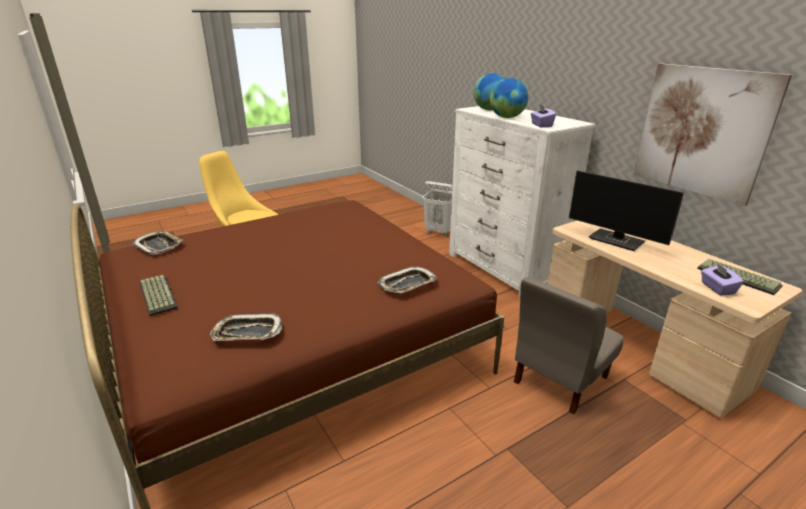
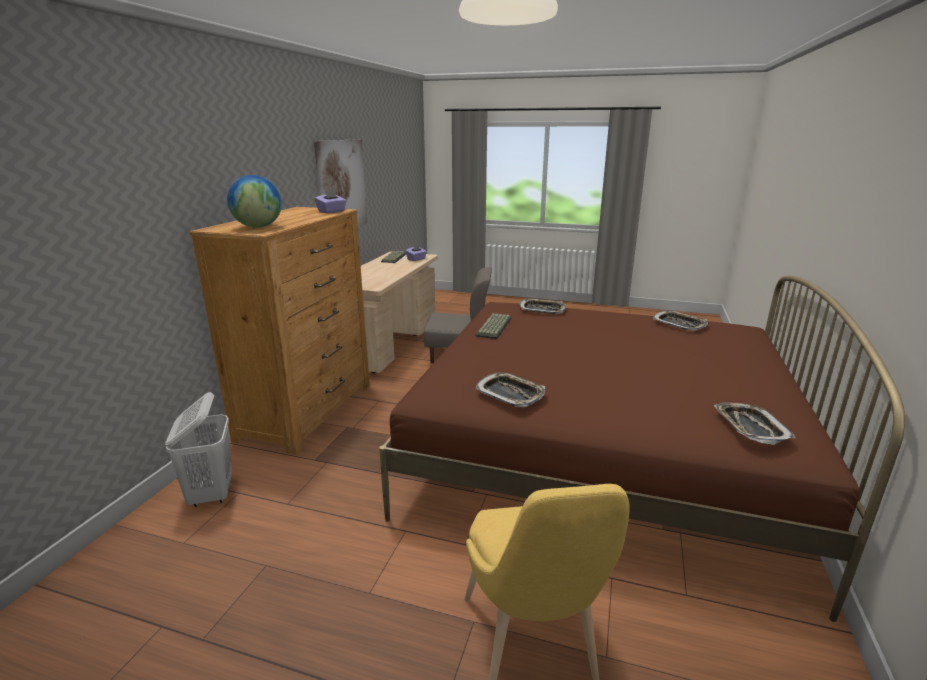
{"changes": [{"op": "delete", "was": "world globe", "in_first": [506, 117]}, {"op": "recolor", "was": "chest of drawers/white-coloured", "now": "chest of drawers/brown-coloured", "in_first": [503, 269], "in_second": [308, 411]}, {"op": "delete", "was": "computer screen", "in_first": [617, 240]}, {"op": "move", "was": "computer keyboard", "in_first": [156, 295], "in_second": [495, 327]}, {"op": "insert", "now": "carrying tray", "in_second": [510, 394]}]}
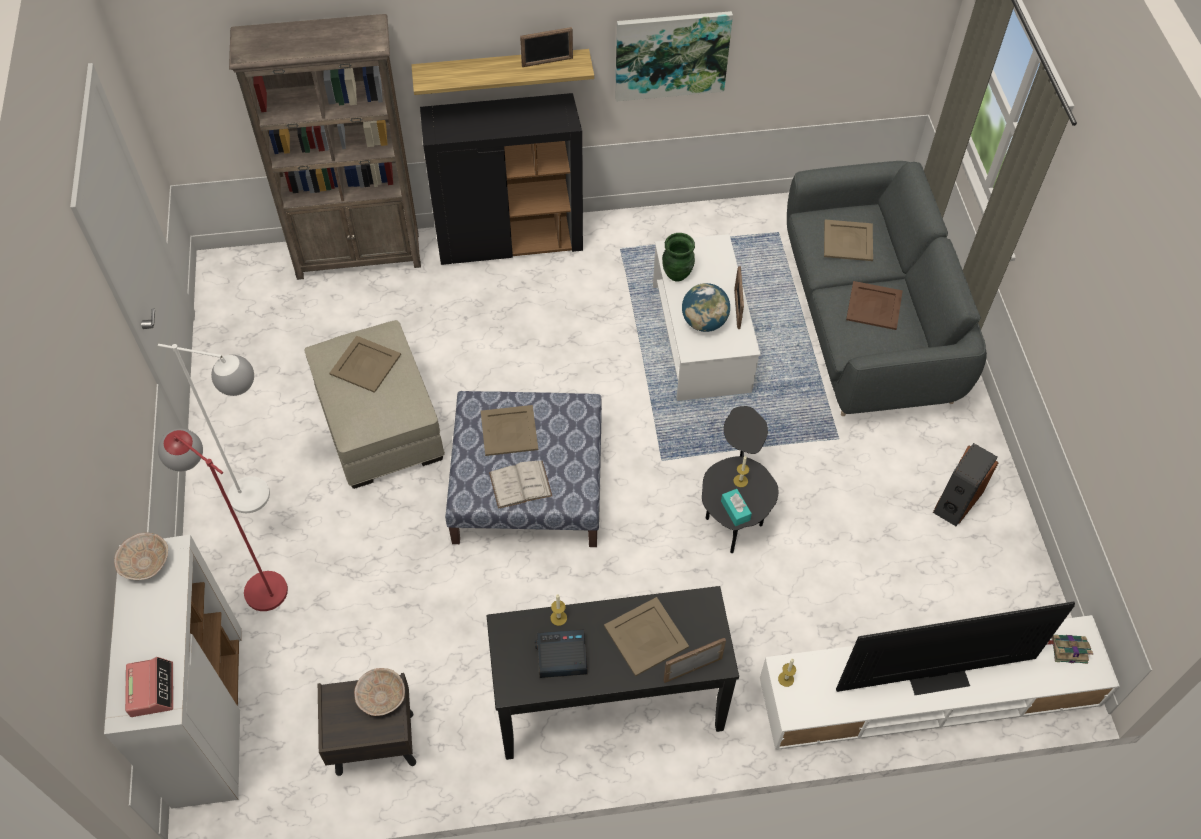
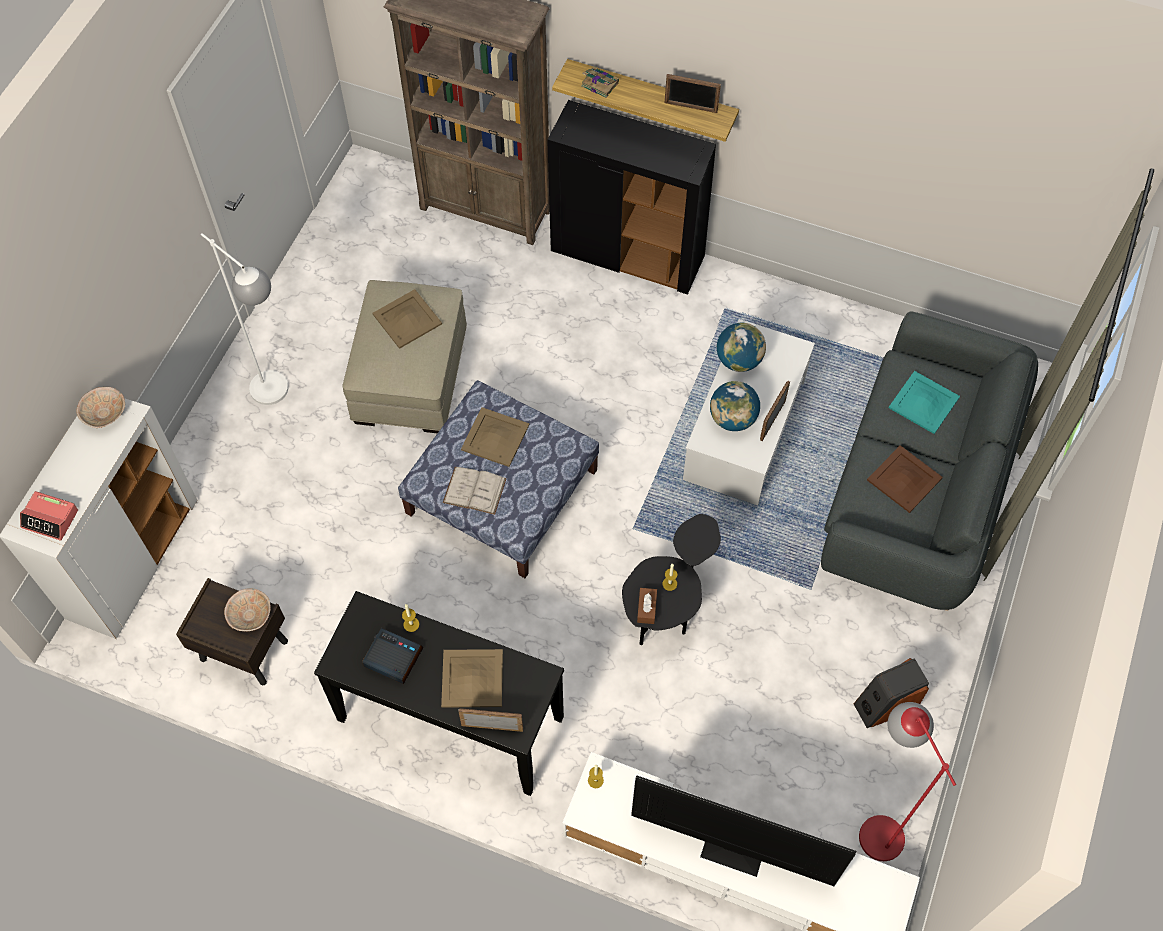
{"changes": [{"op": "delete", "was": "wall picture", "in_first": [671, 55]}, {"op": "recolor", "was": "carrying tray/beige", "now": "carrying tray/turquoise-coloured", "in_first": [848, 241], "in_second": [924, 403]}, {"op": "replace", "was": "vase/green-coloured", "now": "world globe", "in_first": [677, 274], "in_second": [738, 360]}, {"op": "move", "was": "floor lamp/red", "in_first": [255, 583], "in_second": [873, 823]}, {"op": "recolor", "was": "tissue holder/turquoise-coloured", "now": "tissue holder/brown-coloured", "in_first": [735, 510], "in_second": [646, 608]}, {"op": "move", "was": "book", "in_first": [1068, 650], "in_second": [599, 84]}, {"op": "rotate", "was": "bedside clock", "in_first": [151, 689], "in_second": [50, 519], "clockwise": 90}]}
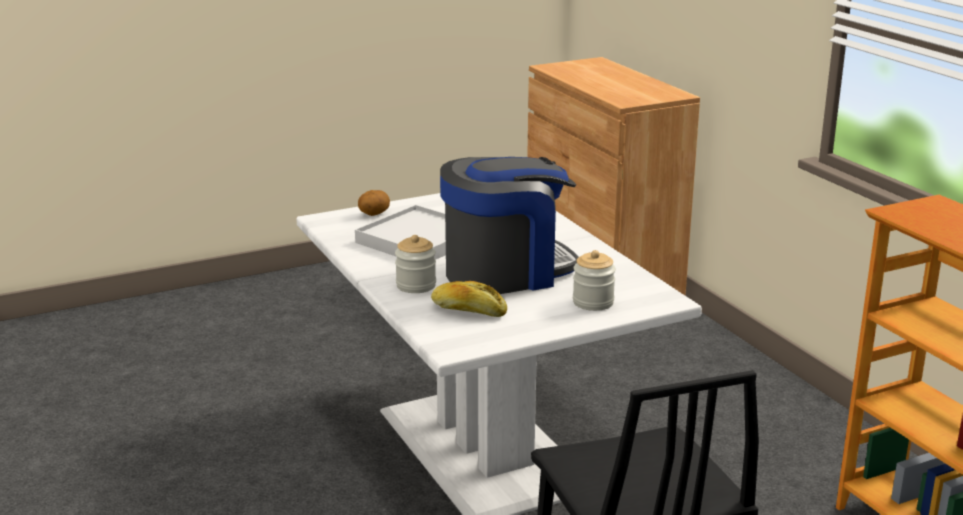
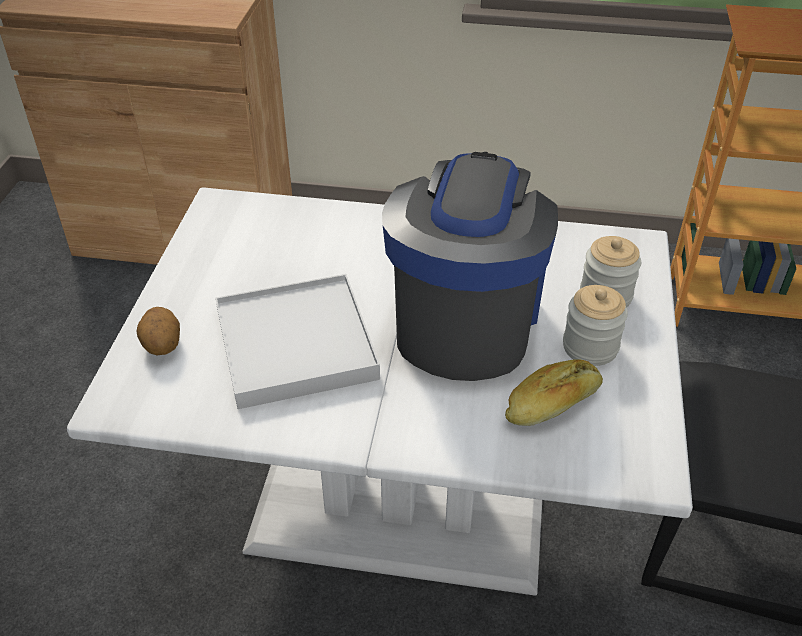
{"changes": [{"op": "move", "was": "storage jar", "in_first": [416, 285], "in_second": [590, 347]}]}
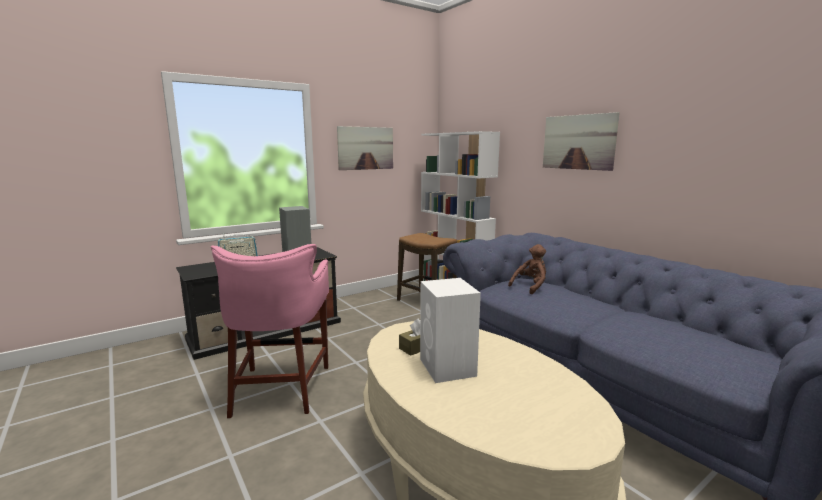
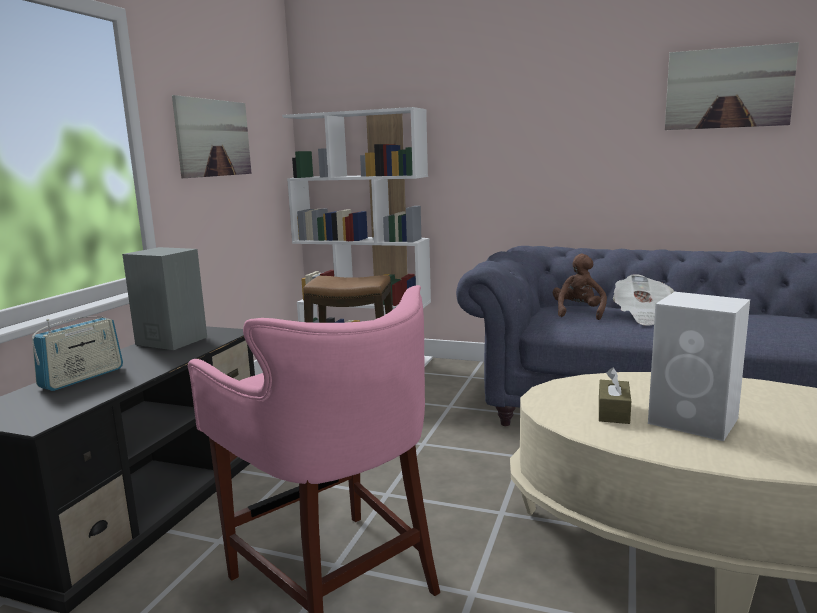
{"changes": [{"op": "move", "was": "wall picture", "in_first": [578, 142], "in_second": [728, 88]}, {"op": "insert", "now": "newspaper", "in_second": [644, 317]}]}
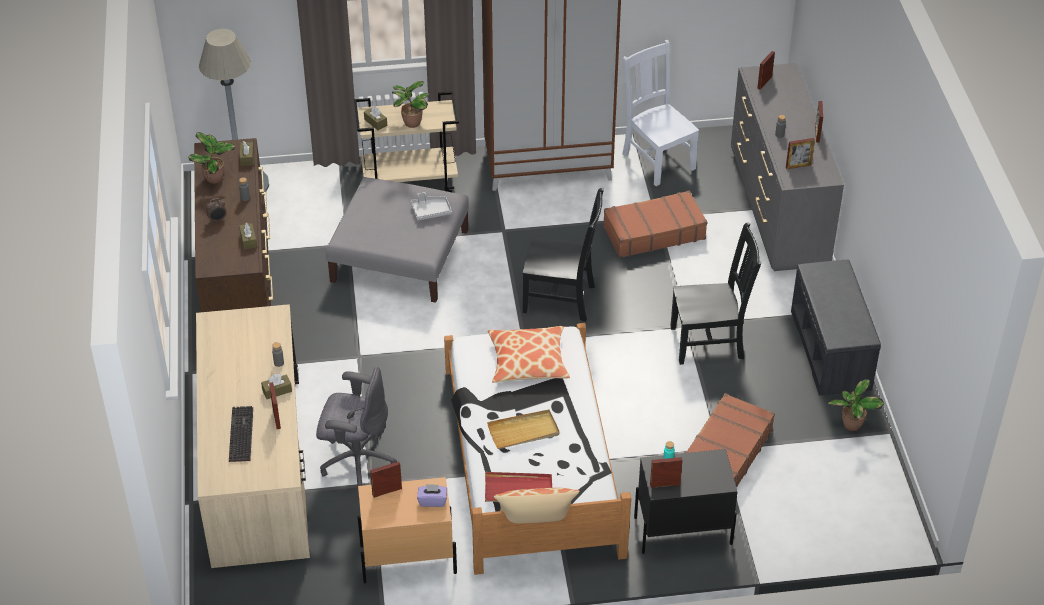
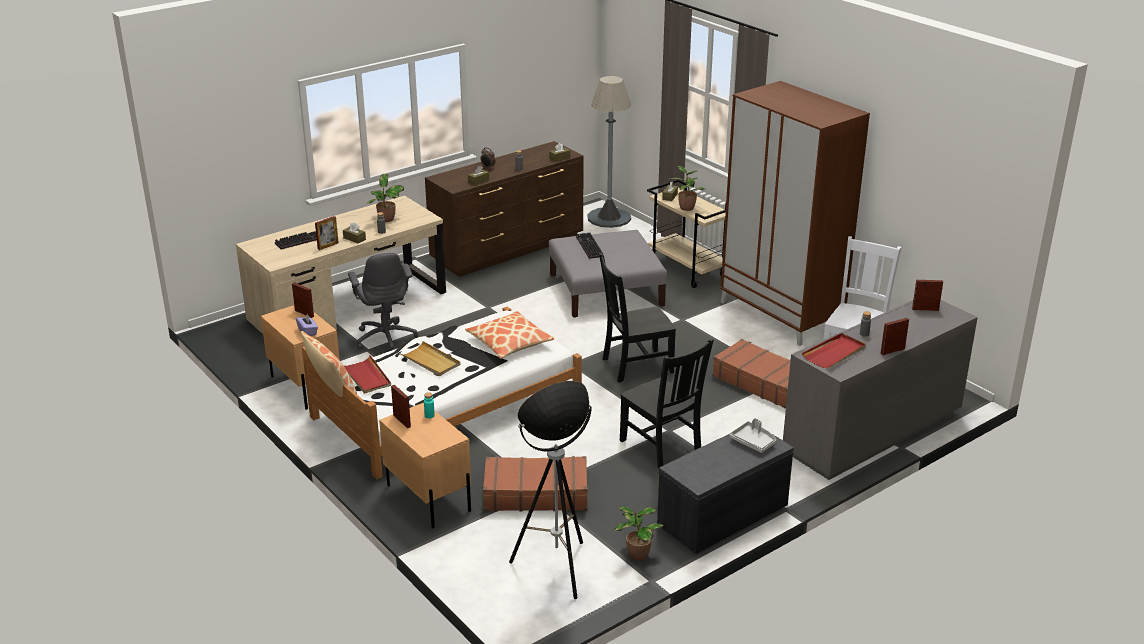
{"changes": [{"op": "move", "was": "potted plant", "in_first": [215, 178], "in_second": [387, 219]}, {"op": "replace", "was": "photo frame", "now": "carrying tray/red", "in_first": [798, 166], "in_second": [834, 353]}, {"op": "rotate", "was": "chair/black", "in_first": [561, 299], "in_second": [635, 366], "clockwise": 90}, {"op": "move", "was": "carrying tray/gray", "in_first": [431, 211], "in_second": [753, 442]}, {"op": "recolor", "was": "night table/black", "now": "night table/beige", "in_first": [682, 530], "in_second": [428, 497]}, {"op": "insert", "now": "computer keyboard", "in_second": [588, 246]}, {"op": "insert", "now": "floor lamp", "in_second": [556, 569]}]}
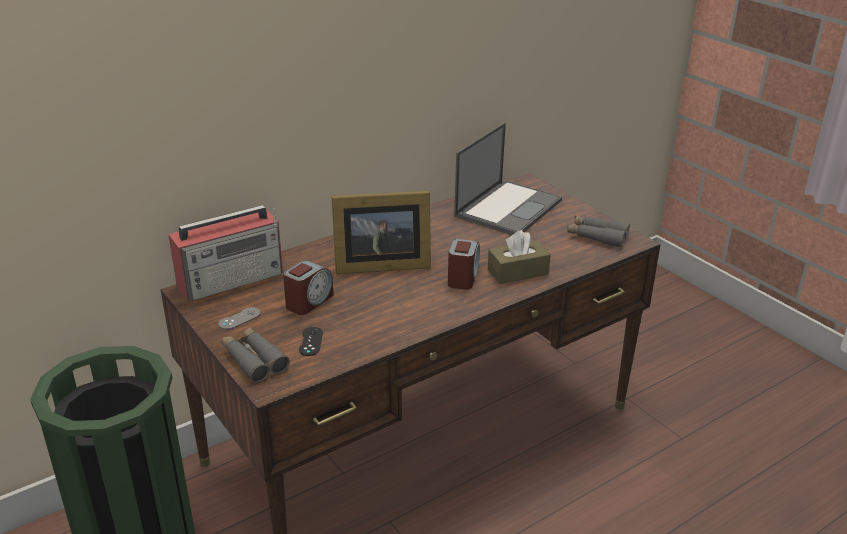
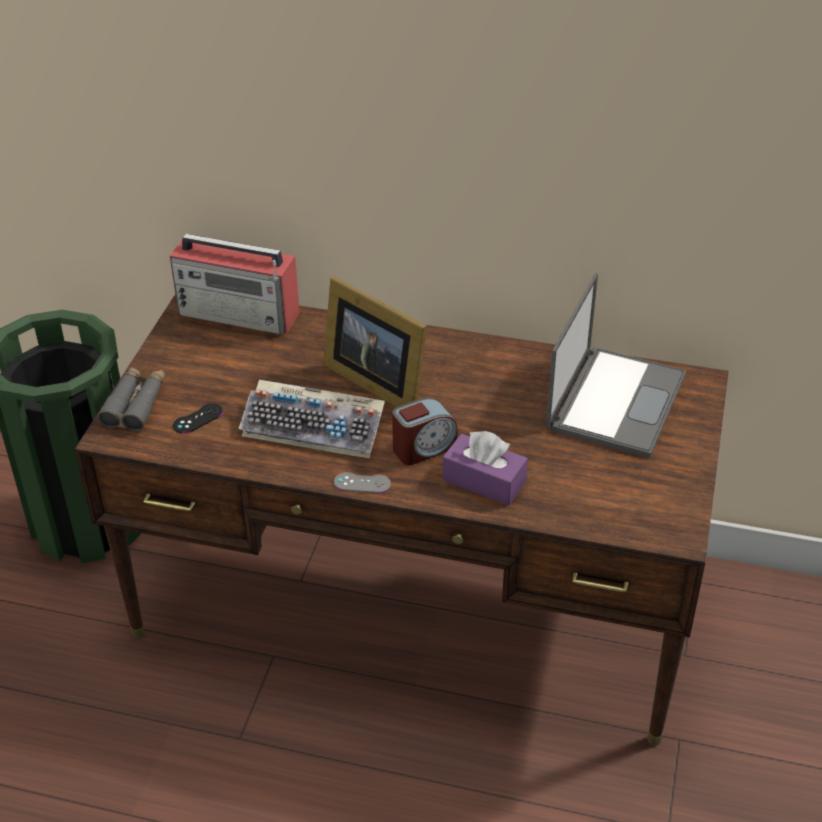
{"changes": [{"op": "rotate", "was": "portable computer", "in_first": [508, 207], "in_second": [616, 400], "clockwise": -60}, {"op": "delete", "was": "pair of binoculars/gray", "in_first": [597, 236]}, {"op": "recolor", "was": "tissue holder/brown-coloured", "now": "tissue holder/purple-coloured", "in_first": [518, 272], "in_second": [484, 480]}, {"op": "delete", "was": "bedside clock", "in_first": [309, 301]}, {"op": "move", "was": "gamepad/gray", "in_first": [239, 318], "in_second": [362, 483]}, {"op": "insert", "now": "computer keyboard", "in_second": [315, 427]}]}
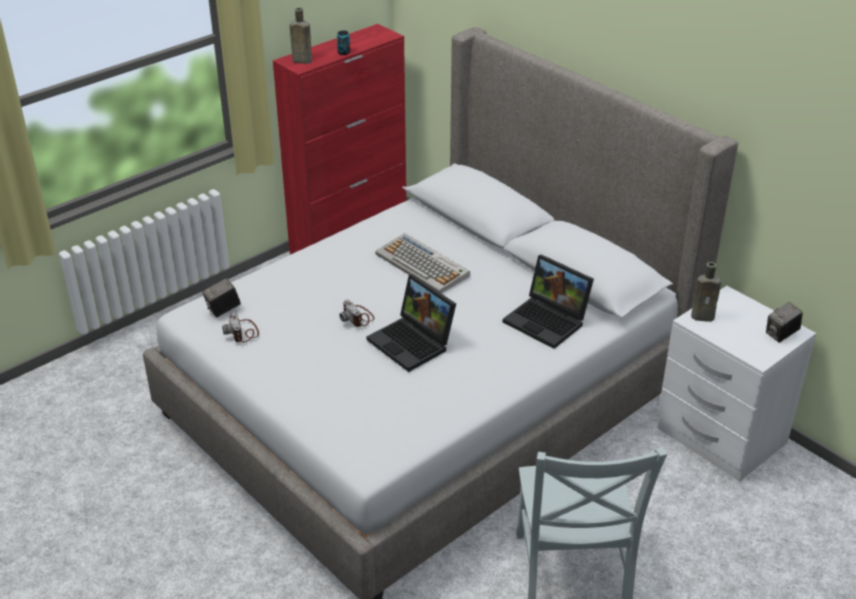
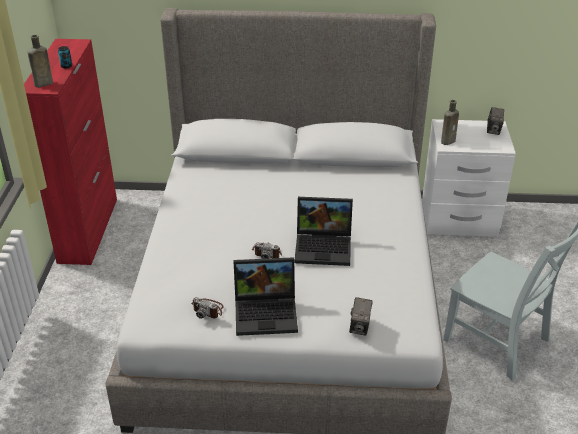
{"changes": [{"op": "delete", "was": "computer keyboard", "in_first": [423, 265]}, {"op": "move", "was": "portable computer", "in_first": [548, 321], "in_second": [267, 312]}, {"op": "move", "was": "still camera", "in_first": [223, 310], "in_second": [360, 327]}]}
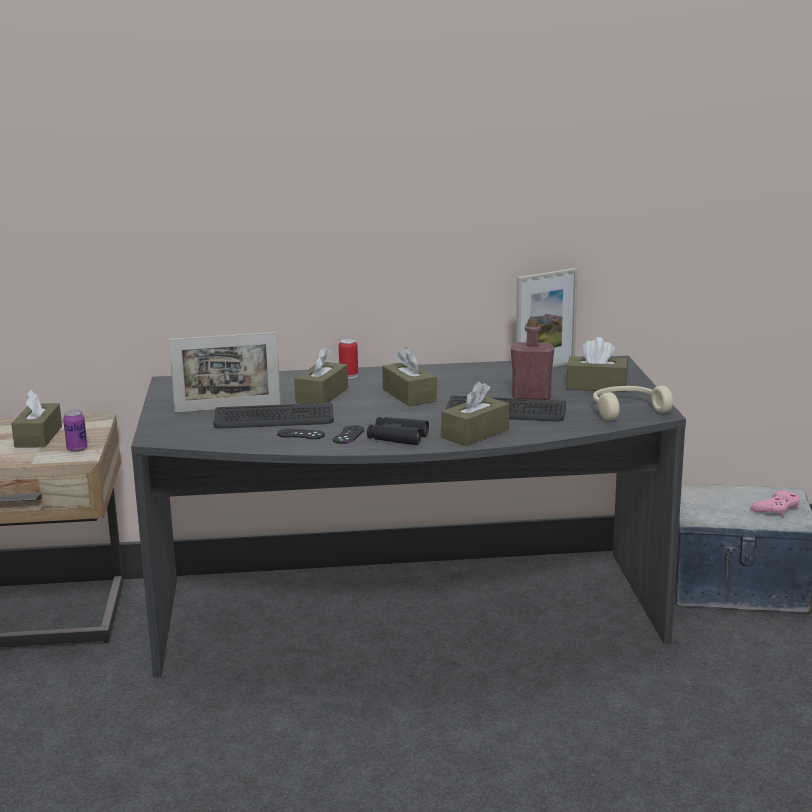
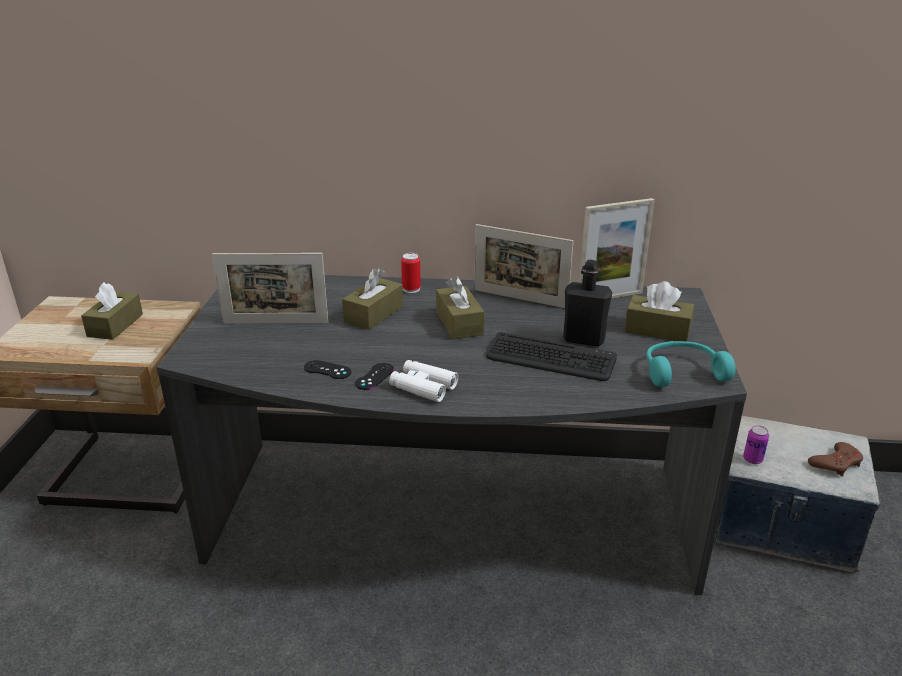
{"changes": [{"op": "recolor", "was": "beverage bottle/red", "now": "beverage bottle/black", "in_first": [531, 397], "in_second": [584, 339]}, {"op": "delete", "was": "tissue holder/brown-coloured", "in_first": [475, 433]}, {"op": "recolor", "was": "headphones/beige", "now": "headphones/turquoise-coloured", "in_first": [626, 410], "in_second": [682, 372]}, {"op": "delete", "was": "computer keyboard", "in_first": [274, 418]}, {"op": "move", "was": "sealed can", "in_first": [77, 449], "in_second": [752, 459]}, {"op": "recolor", "was": "pair of binoculars/black", "now": "pair of binoculars/white-coloured", "in_first": [397, 437], "in_second": [423, 387]}, {"op": "recolor", "was": "gamepad/pinkish", "now": "gamepad/brown-coloured", "in_first": [777, 508], "in_second": [836, 463]}, {"op": "insert", "now": "photo frame", "in_second": [520, 299]}]}
